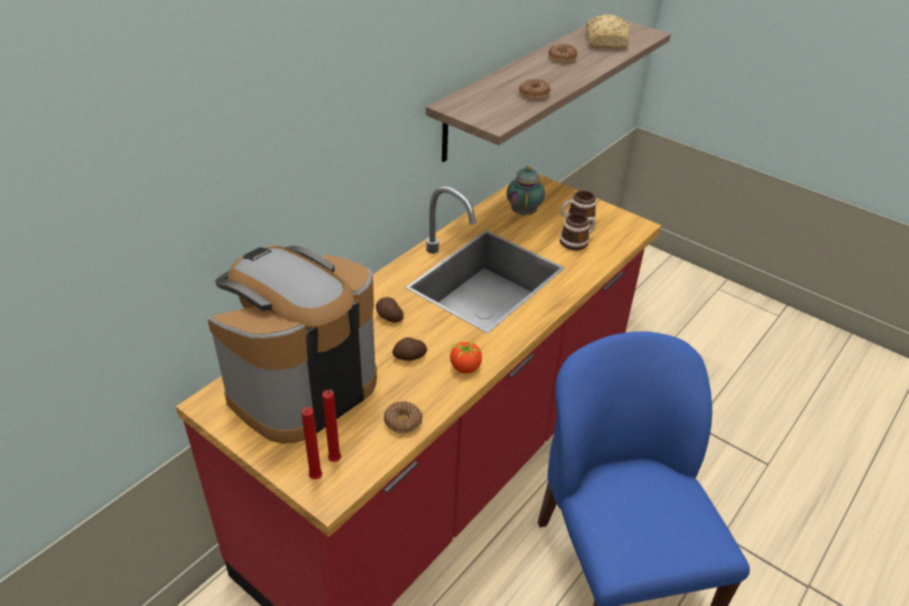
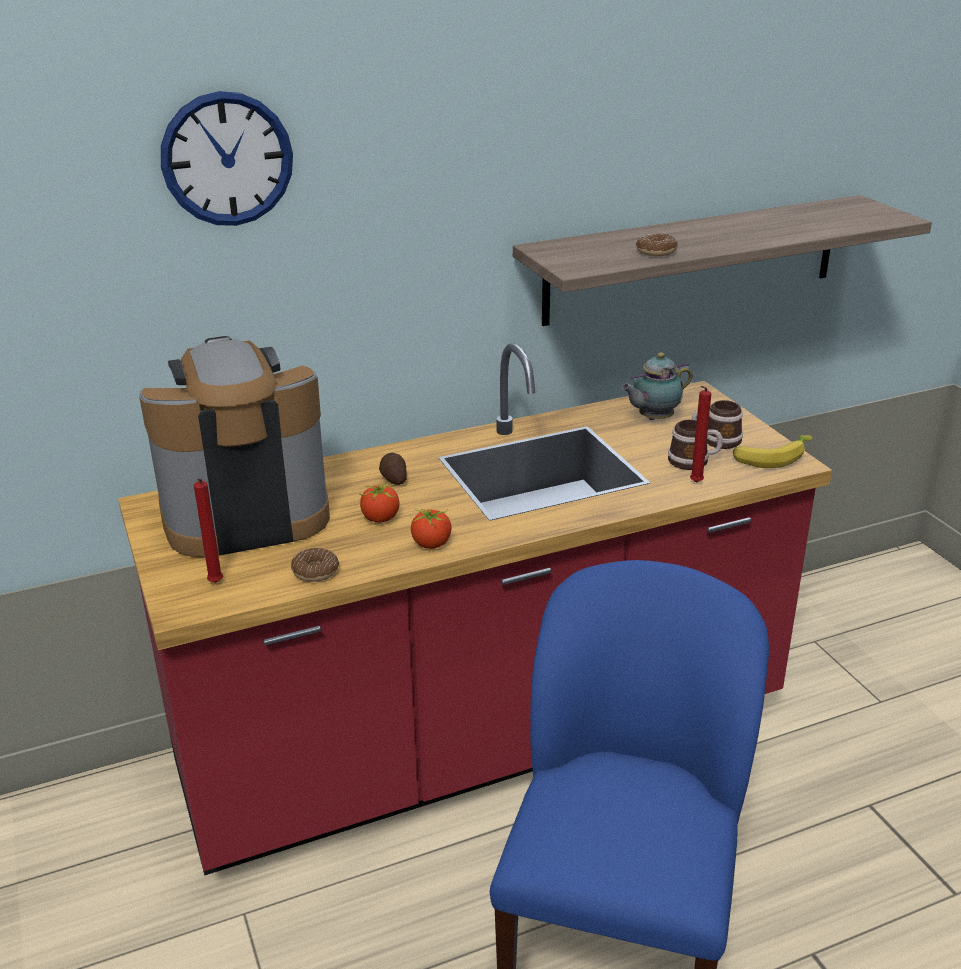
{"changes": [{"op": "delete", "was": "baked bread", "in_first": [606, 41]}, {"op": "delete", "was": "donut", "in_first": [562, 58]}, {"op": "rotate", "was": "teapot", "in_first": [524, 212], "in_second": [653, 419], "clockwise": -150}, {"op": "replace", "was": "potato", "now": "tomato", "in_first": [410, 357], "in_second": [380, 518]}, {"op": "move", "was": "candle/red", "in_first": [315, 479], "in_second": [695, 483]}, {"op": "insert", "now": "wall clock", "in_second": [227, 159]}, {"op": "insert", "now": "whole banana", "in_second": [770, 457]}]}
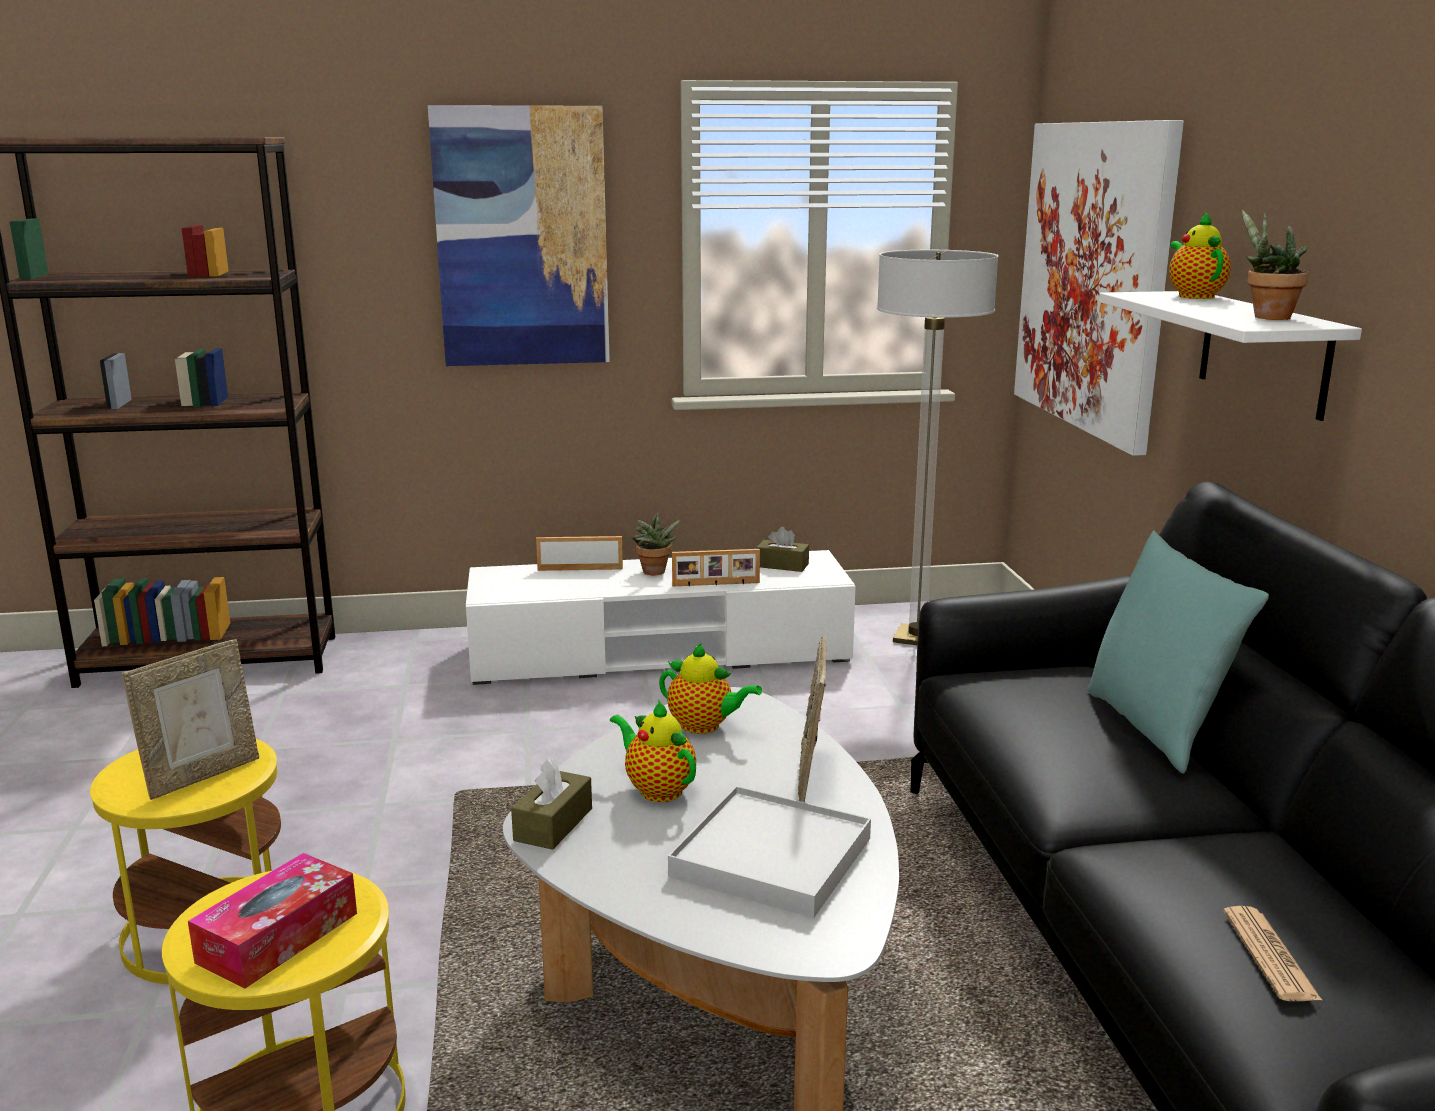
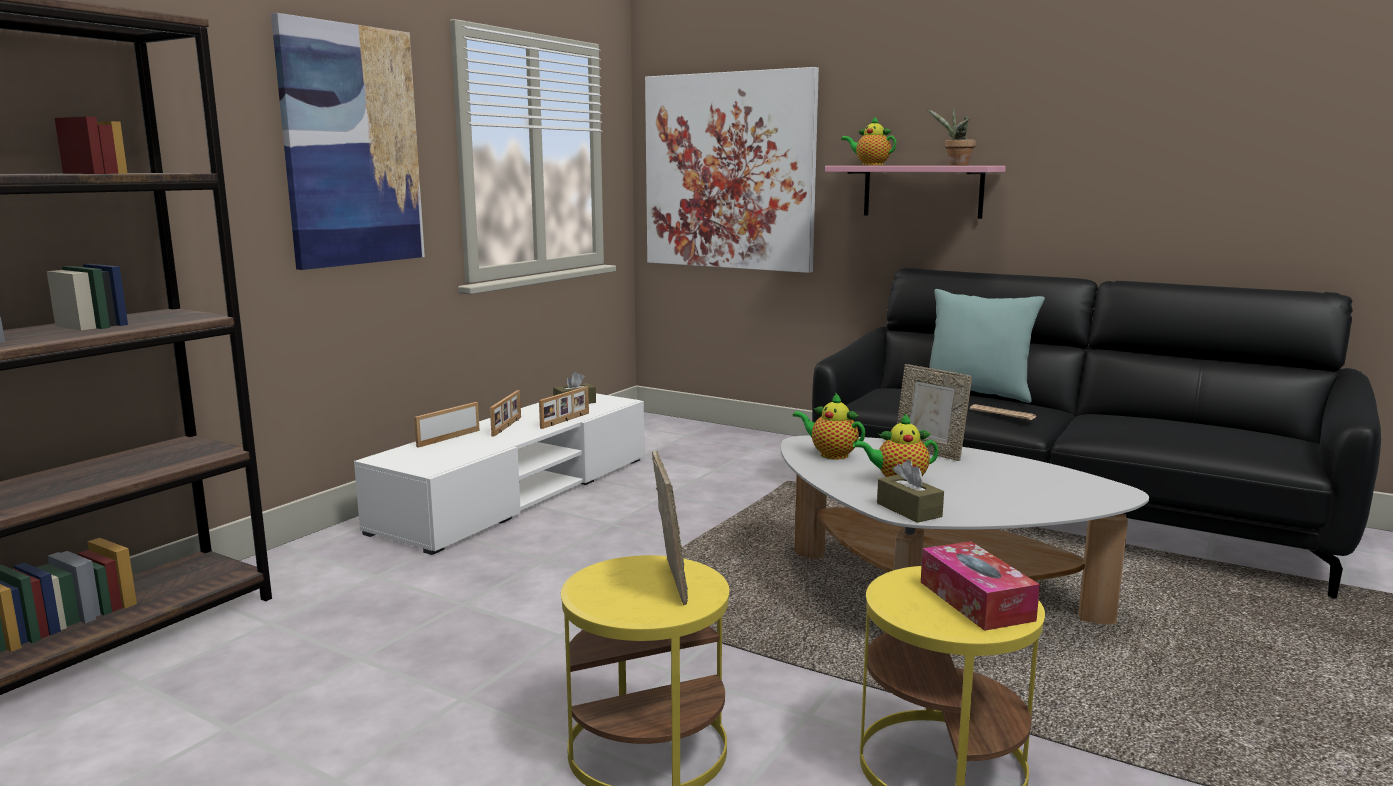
{"changes": [{"op": "delete", "was": "floor lamp", "in_first": [917, 638]}, {"op": "recolor", "was": "wall shelf/white-coloured", "now": "wall shelf/pinkish", "in_first": [1263, 353], "in_second": [922, 191]}, {"op": "replace", "was": "potted plant", "now": "photo frame", "in_first": [654, 573], "in_second": [507, 426]}, {"op": "rotate", "was": "teapot", "in_first": [704, 726], "in_second": [831, 454], "clockwise": -120}, {"op": "delete", "was": "carrying tray/white-coloured", "in_first": [771, 857]}, {"op": "move", "was": "newspaper", "in_first": [1270, 955], "in_second": [1002, 413]}]}
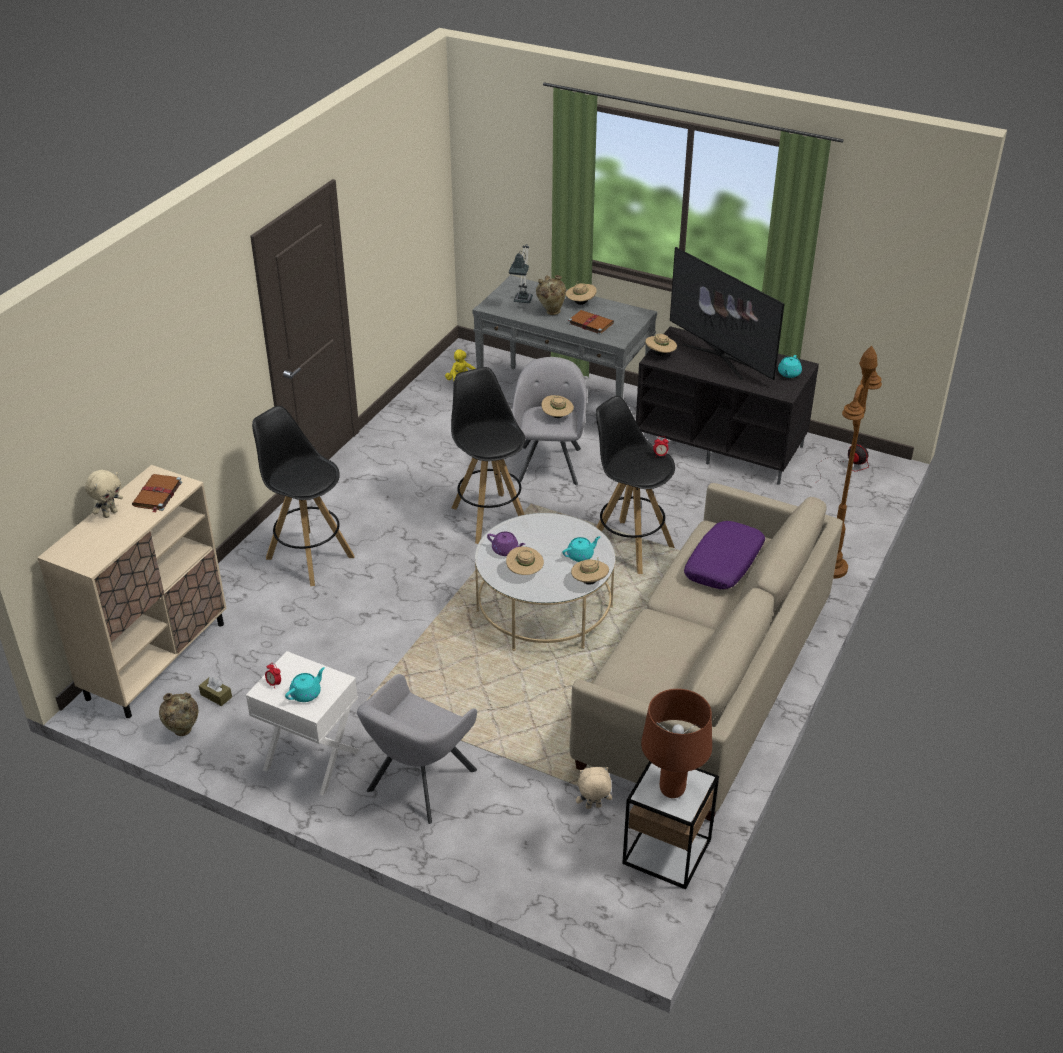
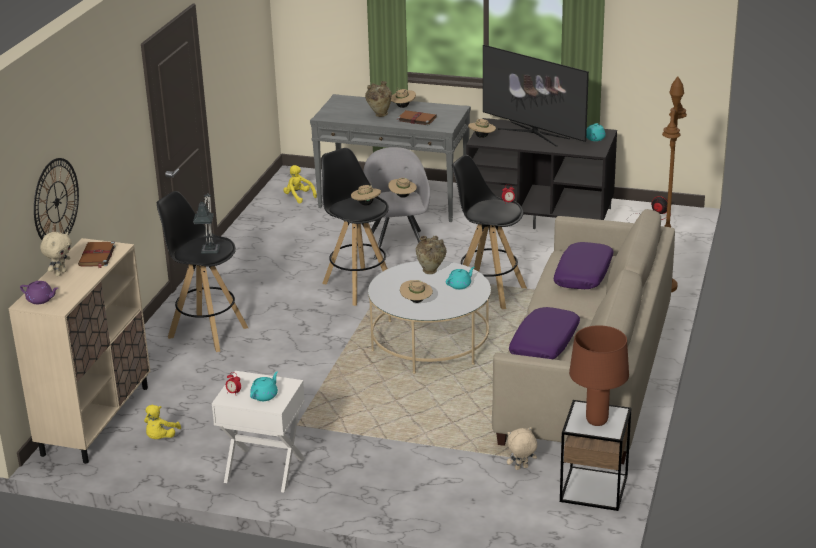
{"changes": [{"op": "move", "was": "lamp for a table", "in_first": [522, 302], "in_second": [209, 253]}, {"op": "move", "was": "teapot/purple-coloured", "in_first": [506, 550], "in_second": [40, 300]}, {"op": "move", "was": "wearable hat/beige", "in_first": [589, 581], "in_second": [366, 204]}, {"op": "delete", "was": "lounge chair/gray", "in_first": [418, 783]}, {"op": "replace", "was": "tissue holder/brown-coloured", "now": "cuddly toy/yellow", "in_first": [216, 696], "in_second": [160, 437]}, {"op": "move", "was": "vase/beige", "in_first": [183, 732], "in_second": [431, 272]}, {"op": "insert", "now": "wall clock", "in_second": [56, 202]}, {"op": "insert", "now": "throw pillow/purple-coloured", "in_second": [545, 343]}]}
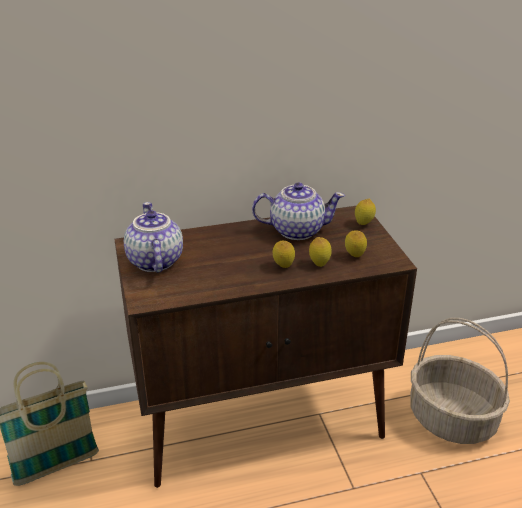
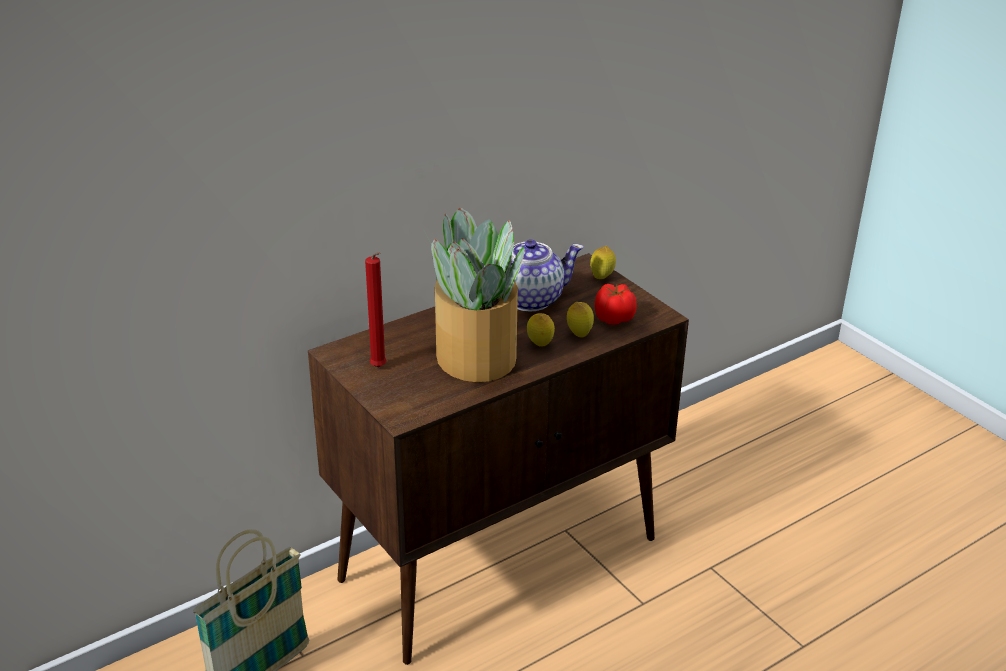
{"changes": [{"op": "replace", "was": "teapot", "now": "candle/red", "in_first": [153, 261], "in_second": [379, 368]}, {"op": "replace", "was": "lemon", "now": "tomato", "in_first": [354, 256], "in_second": [613, 318]}, {"op": "delete", "was": "household basket", "in_first": [453, 419]}, {"op": "insert", "now": "potted plant", "in_second": [476, 358]}]}
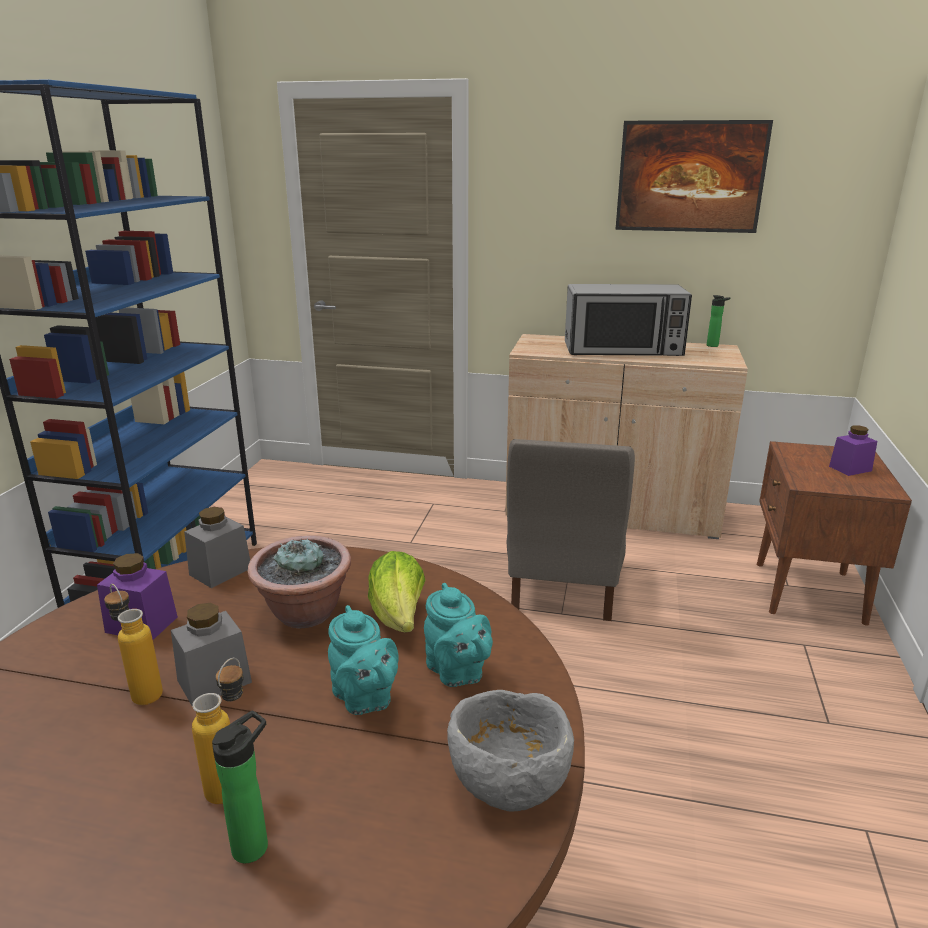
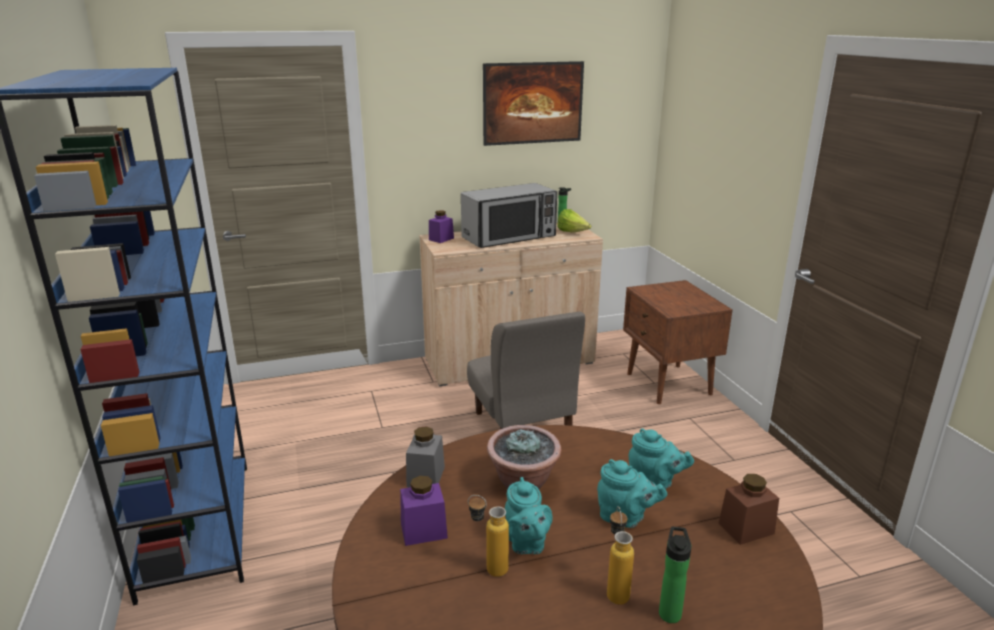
{"changes": [{"op": "move", "was": "storage jar/purple-coloured", "in_first": [850, 468], "in_second": [441, 239]}, {"op": "move", "was": "head of lettuce", "in_first": [399, 618], "in_second": [572, 233]}, {"op": "replace", "was": "storage jar/gray", "now": "teapot/turquoise-coloured", "in_first": [214, 681], "in_second": [526, 544]}, {"op": "replace", "was": "serving bowl/gray", "now": "storage jar/brown-coloured", "in_first": [508, 784], "in_second": [746, 528]}]}
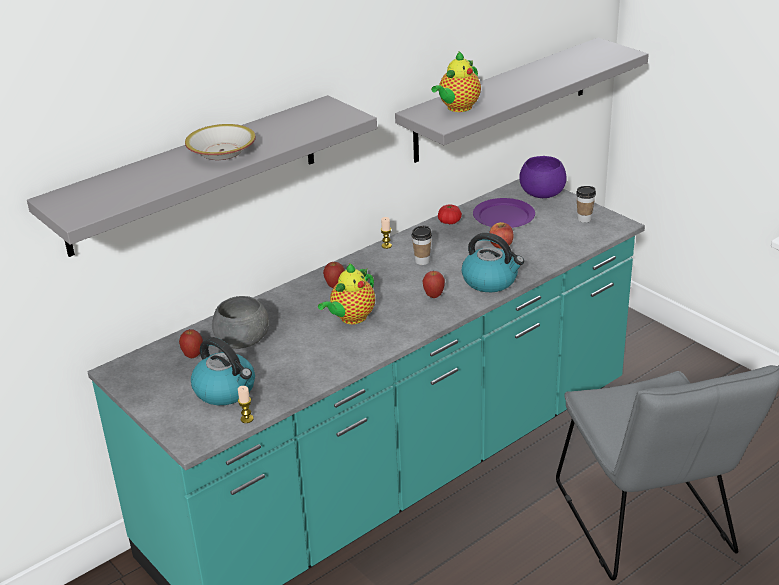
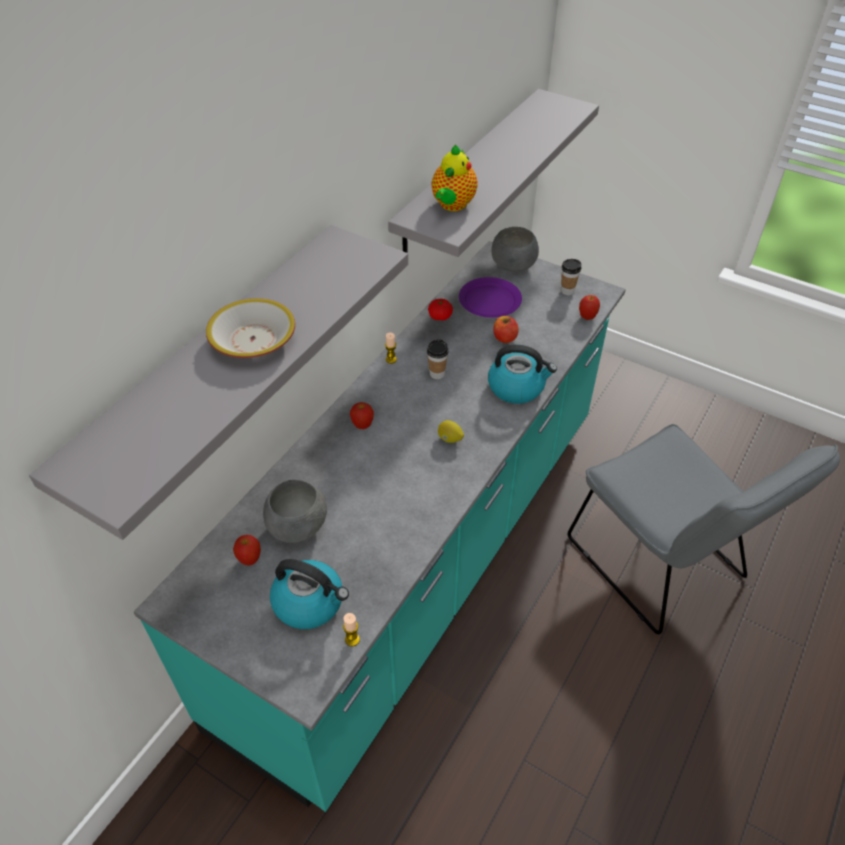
{"changes": [{"op": "recolor", "was": "serving bowl/purple-coloured", "now": "serving bowl/gray", "in_first": [542, 194], "in_second": [513, 265]}, {"op": "delete", "was": "teapot", "in_first": [351, 318]}, {"op": "move", "was": "apple fruit", "in_first": [433, 296], "in_second": [587, 317]}, {"op": "insert", "now": "lemon", "in_second": [450, 439]}]}
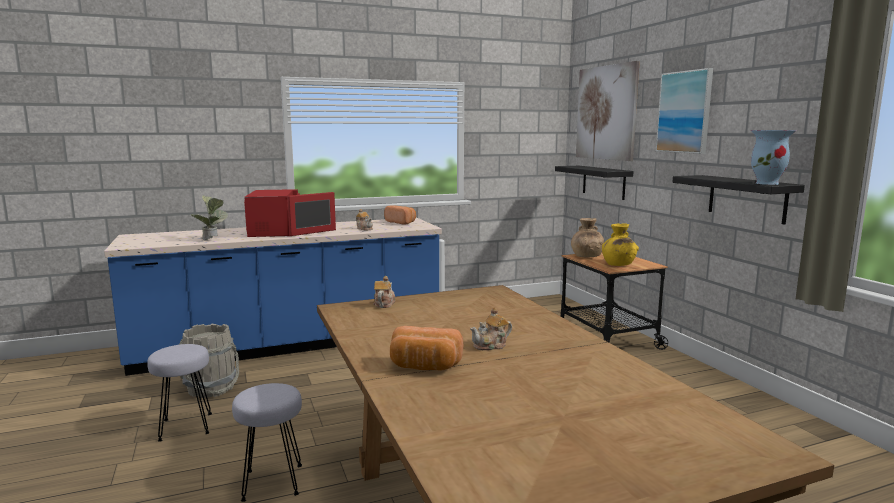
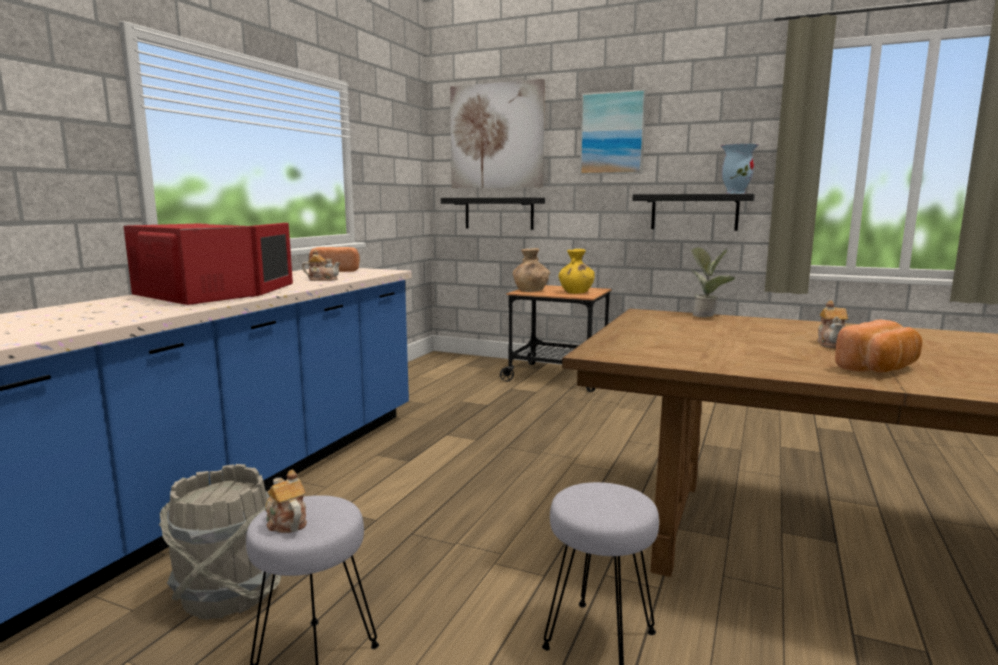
{"changes": [{"op": "move", "was": "potted plant", "in_first": [213, 240], "in_second": [708, 315]}, {"op": "move", "was": "teapot", "in_first": [384, 304], "in_second": [286, 522]}]}
